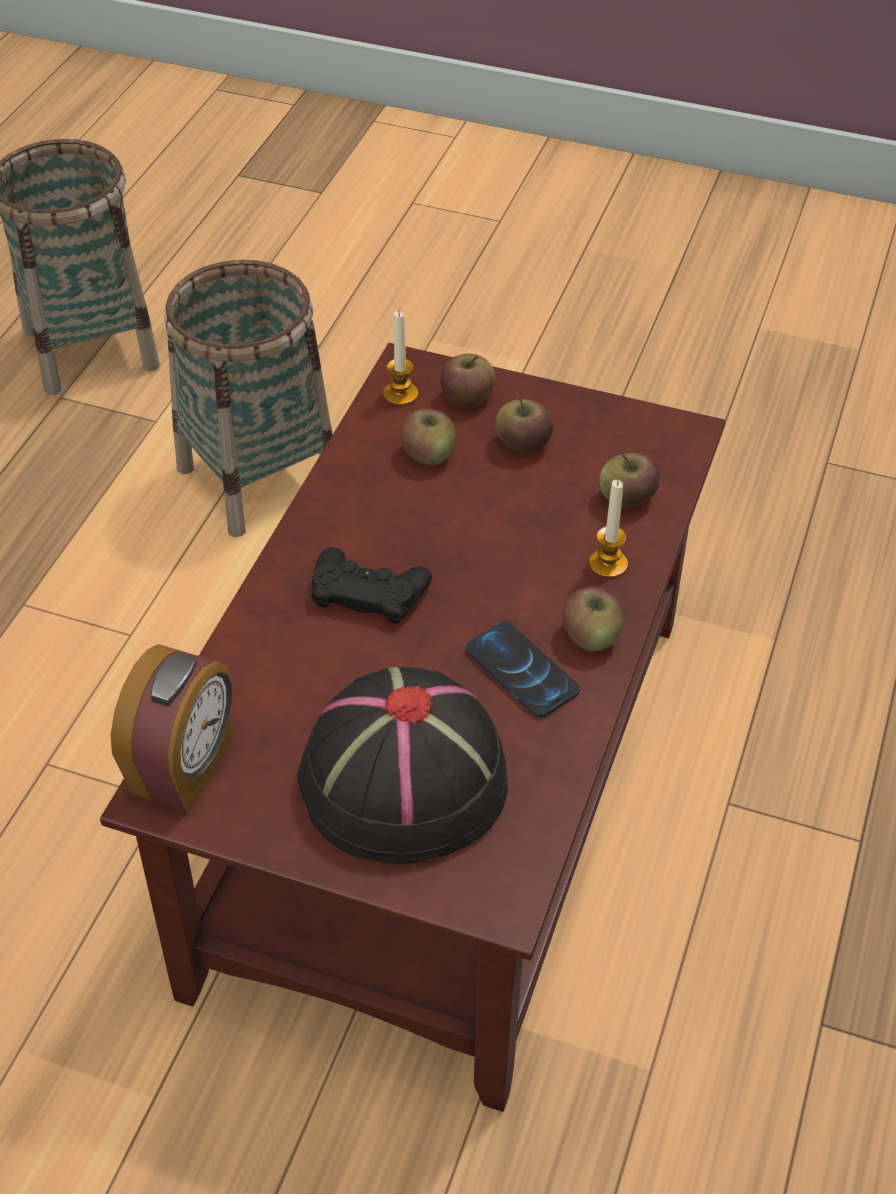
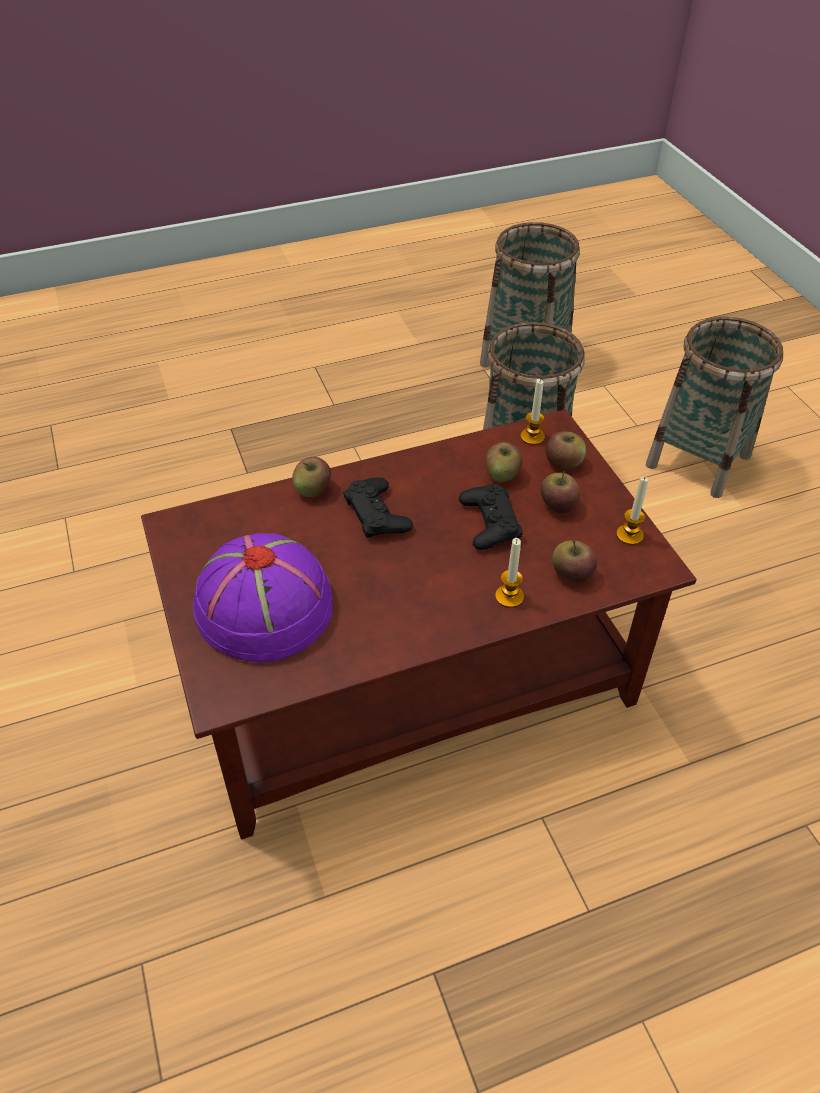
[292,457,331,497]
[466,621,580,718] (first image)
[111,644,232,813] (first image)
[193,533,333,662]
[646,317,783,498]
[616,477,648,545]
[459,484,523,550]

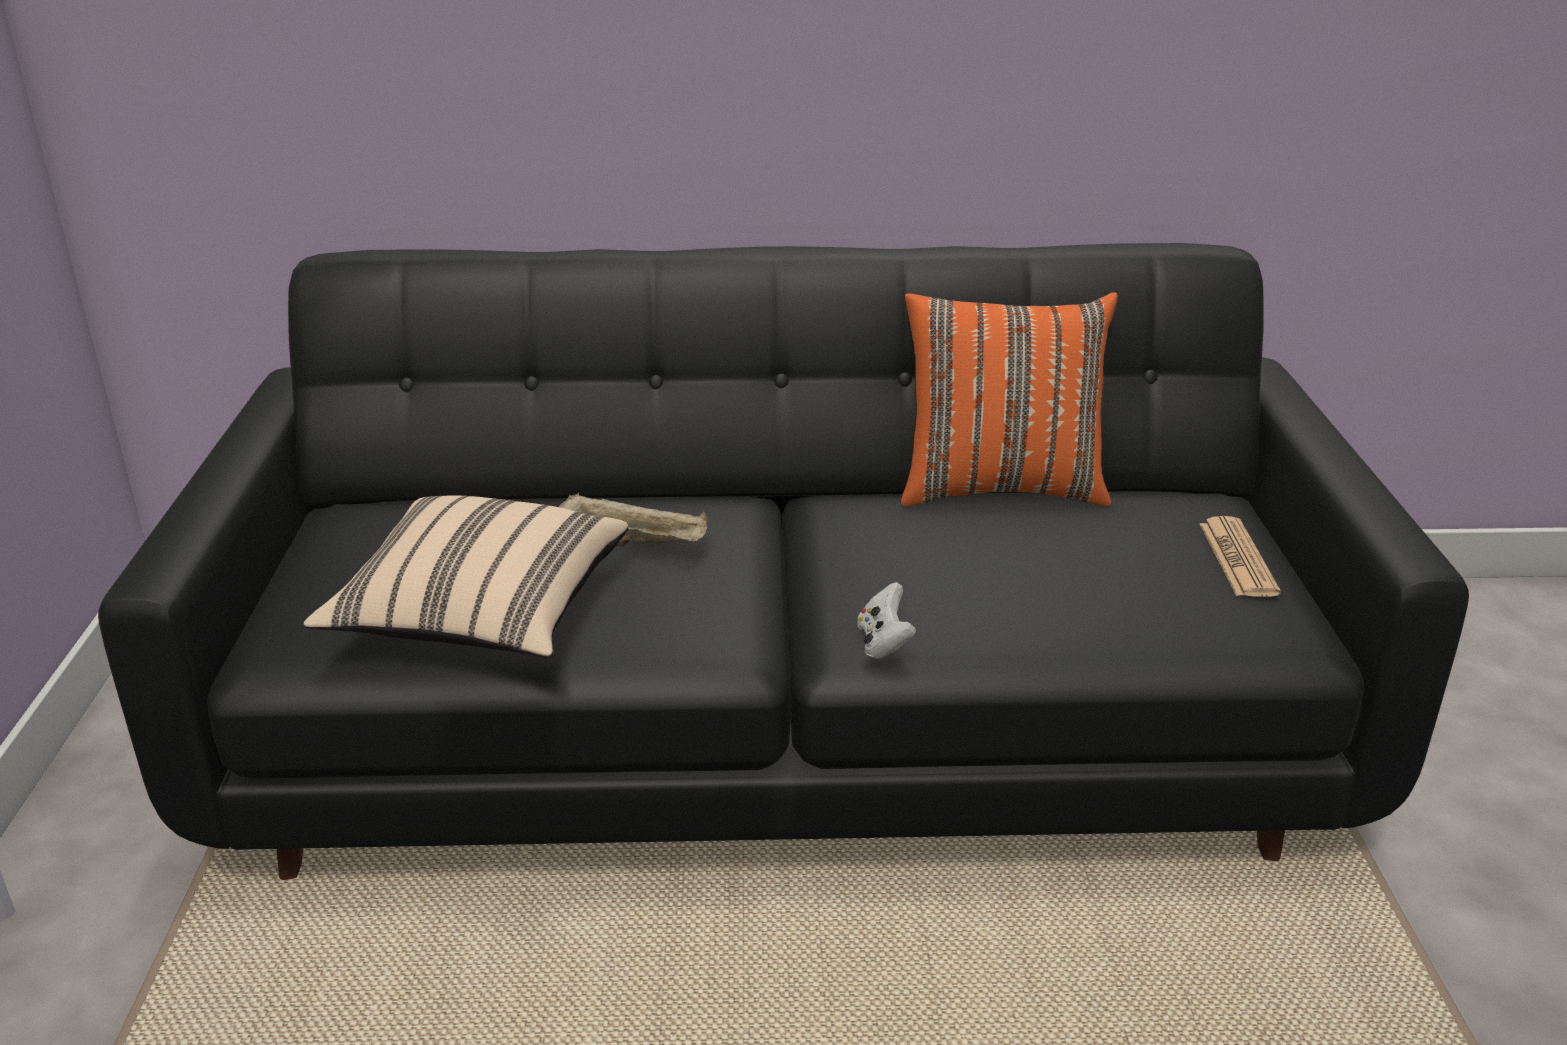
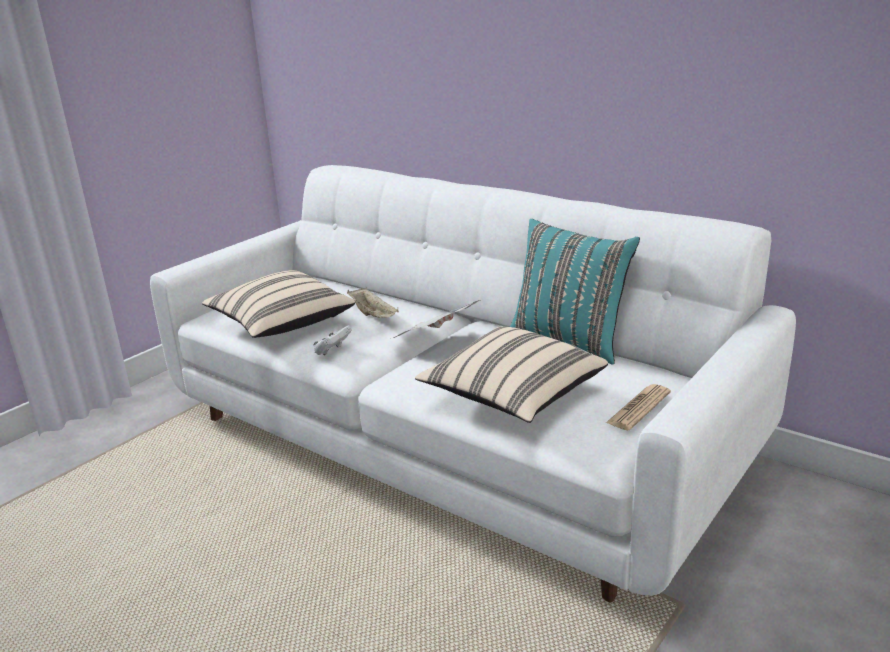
[150,165,796,602]
[510,219,640,365]
[314,325,352,355]
[394,300,481,338]
[415,327,608,423]

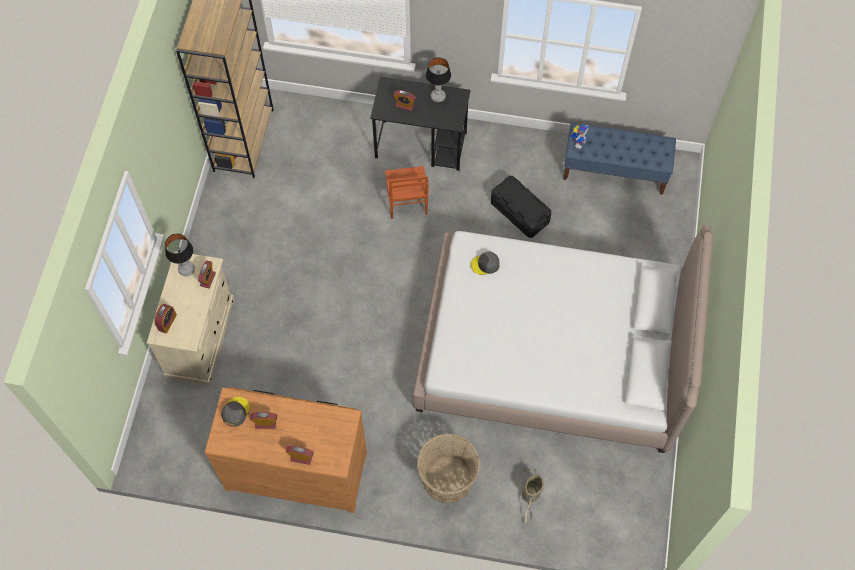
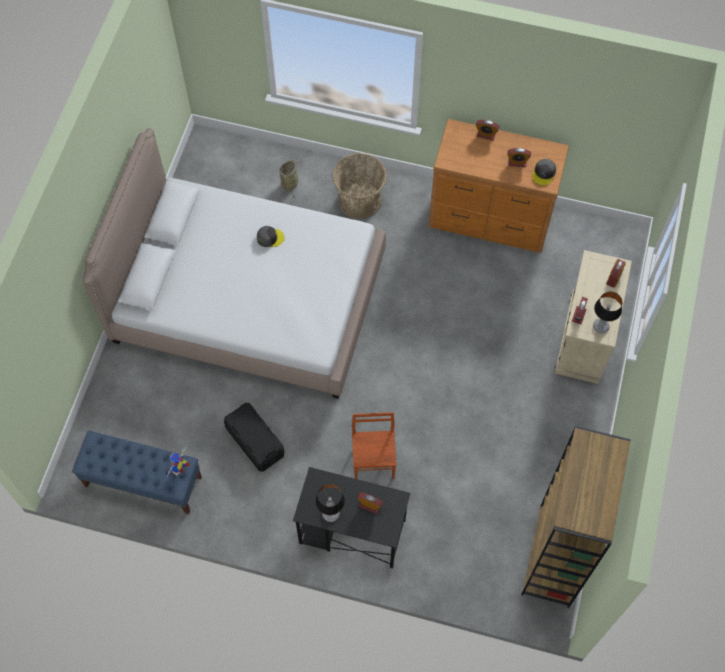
[257,226,284,247]

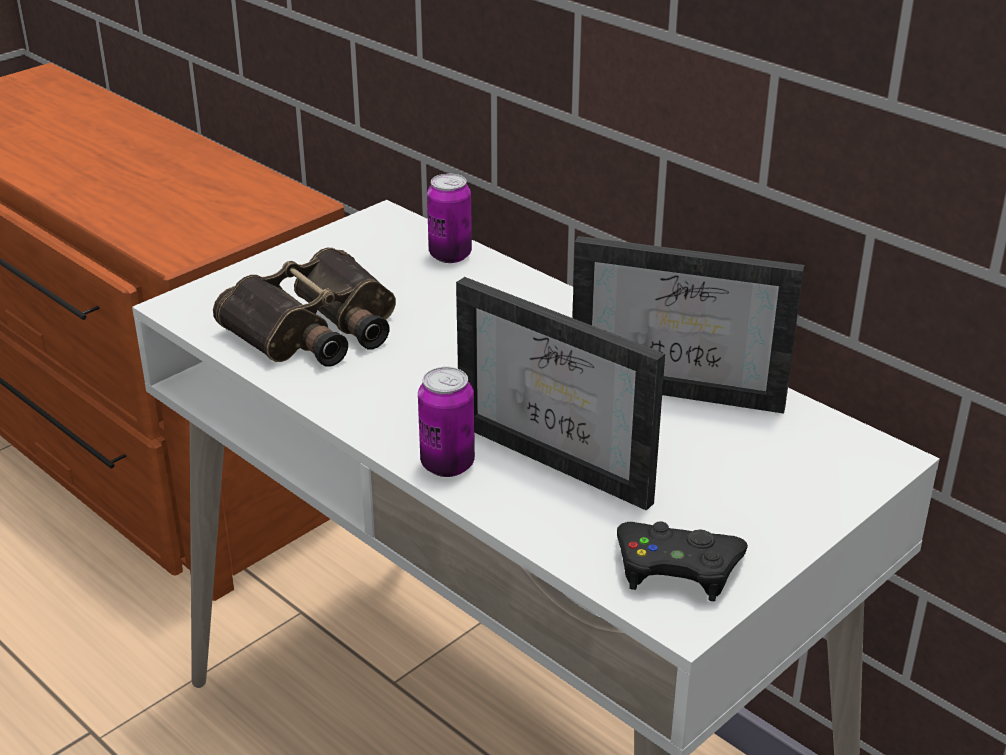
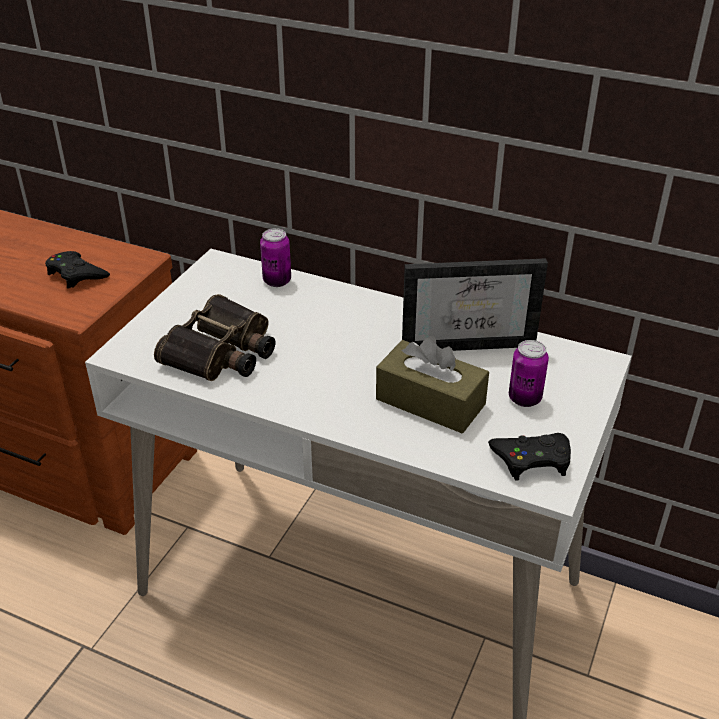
[376,336,489,433]
[509,340,549,407]
[45,251,110,289]

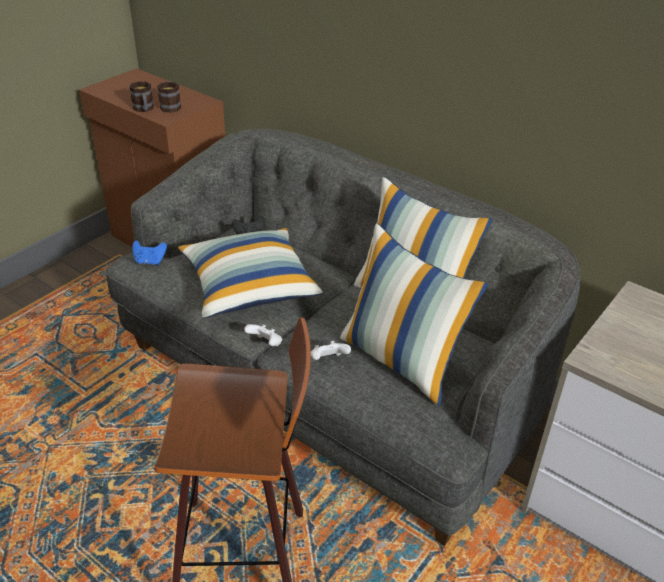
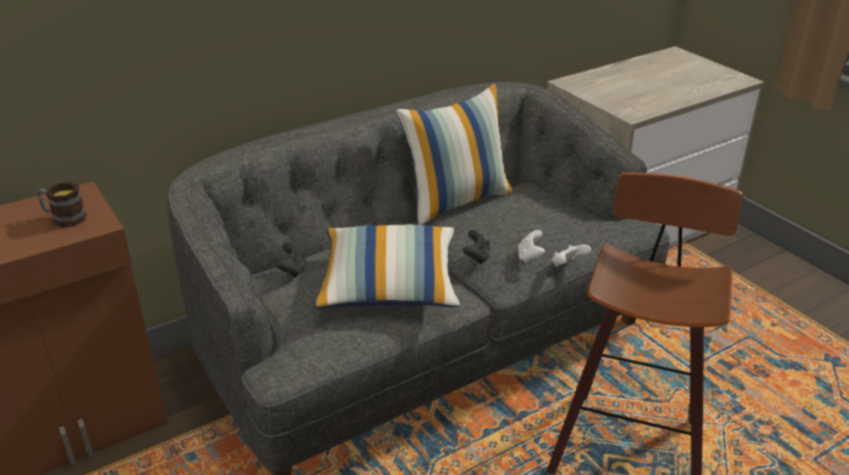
[130,81,154,112] (first image)
[340,223,488,406] (first image)
[132,240,167,265] (first image)
[552,245,591,266]
[463,230,490,264]

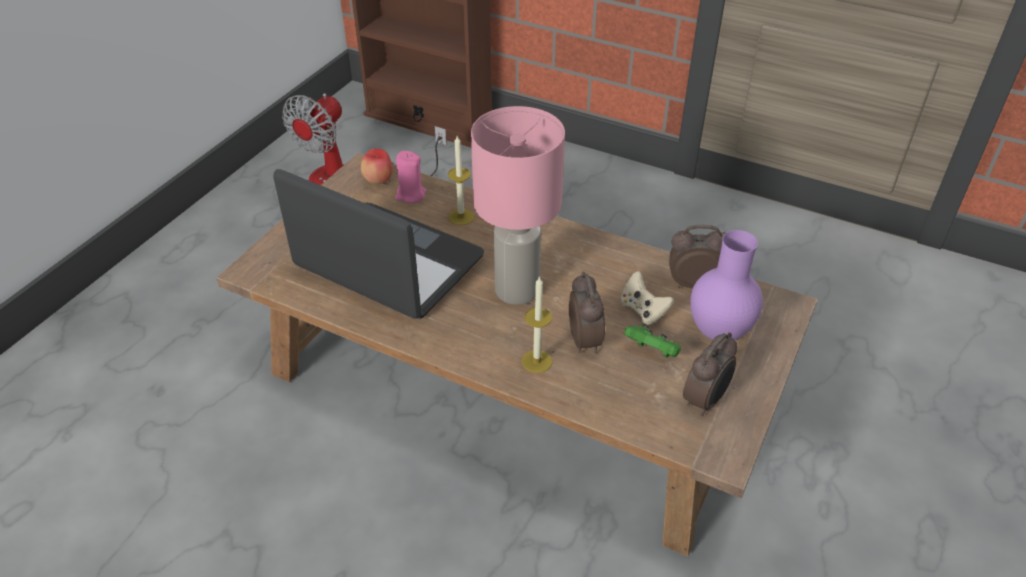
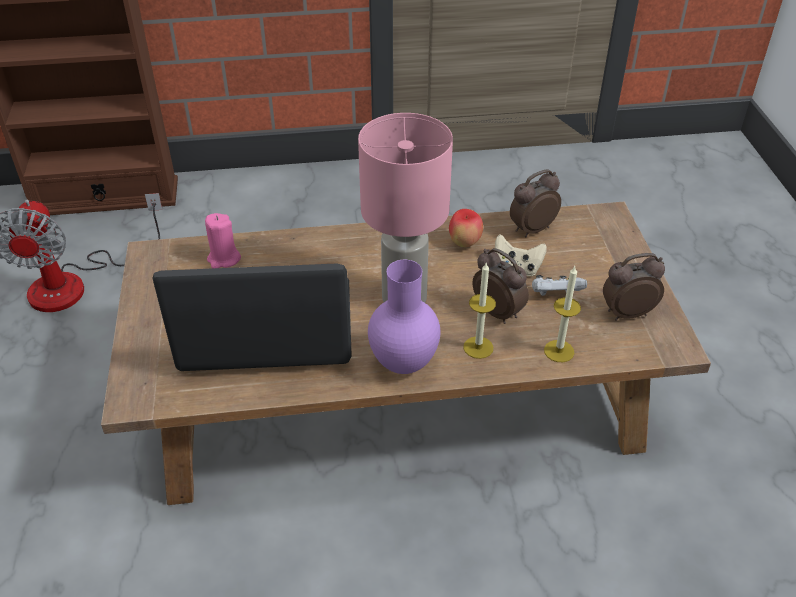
[544,266,581,362]
[449,209,483,247]
[368,260,440,374]
[532,275,587,296]
[603,253,665,321]

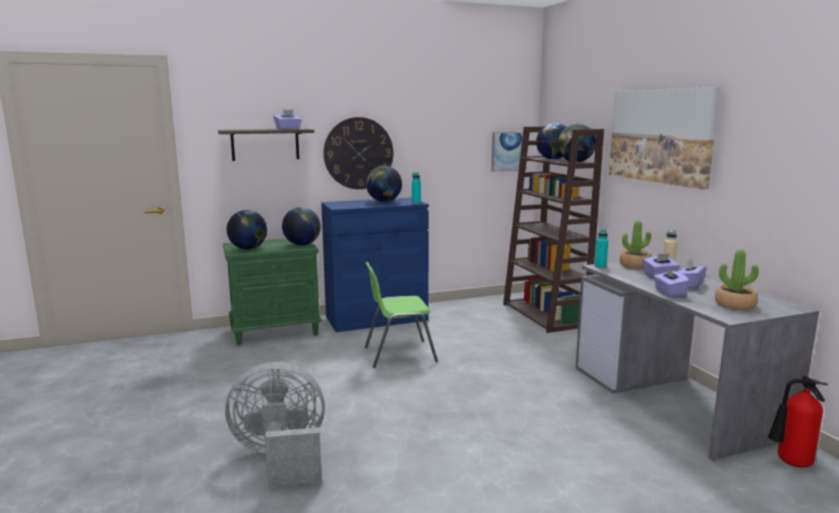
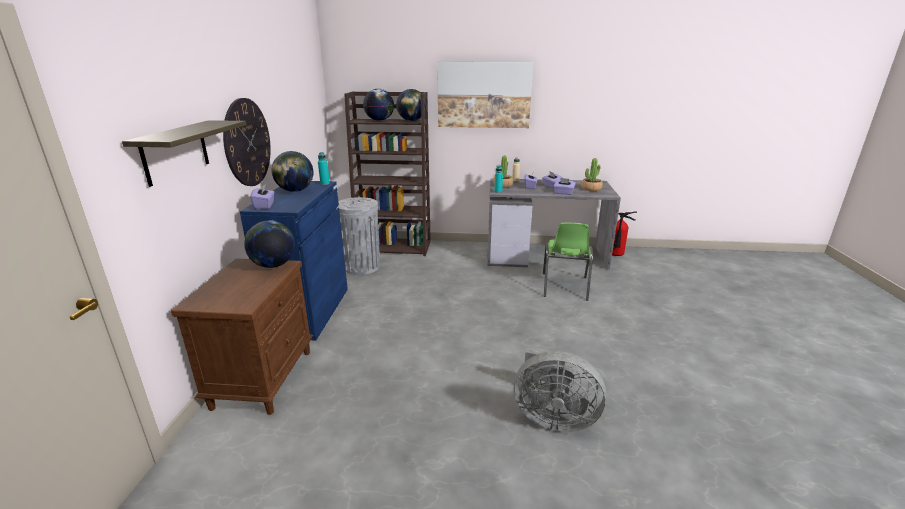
[250,184,274,210]
[491,132,527,172] (first image)
[227,210,267,250] (first image)
[171,258,313,415]
[543,223,593,301]
[514,348,607,432]
[336,197,380,275]

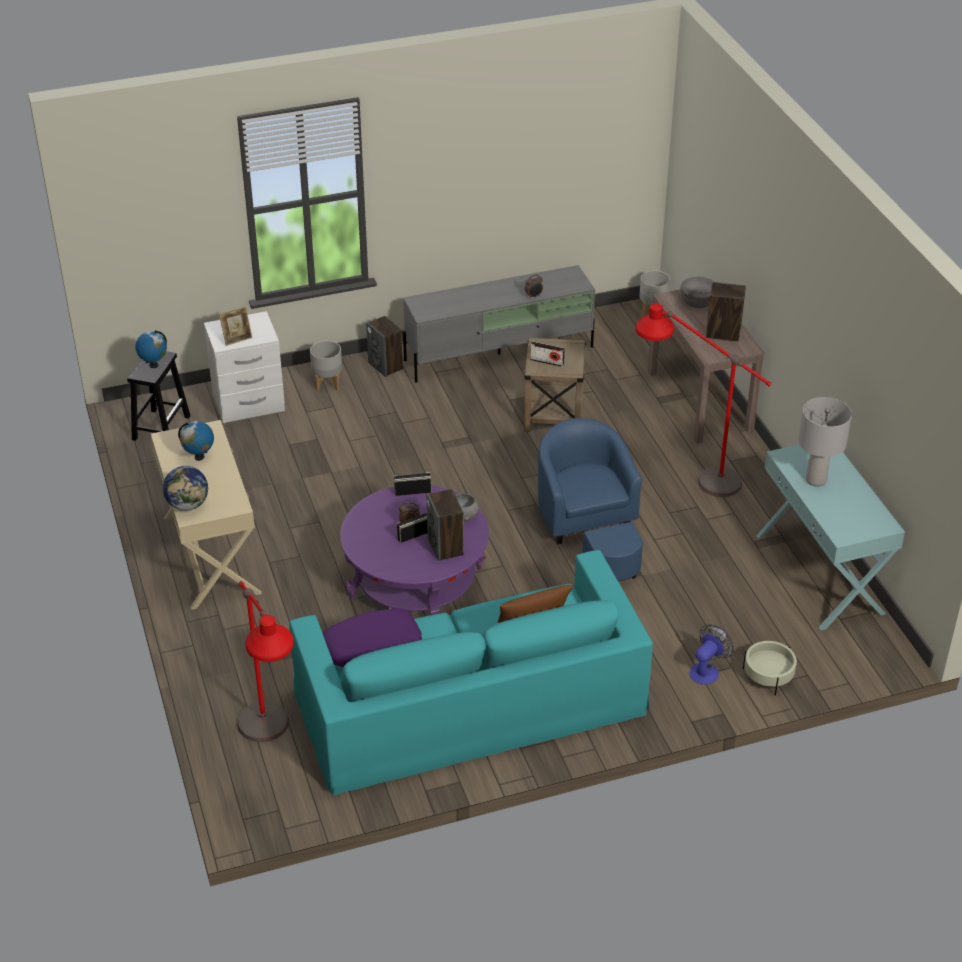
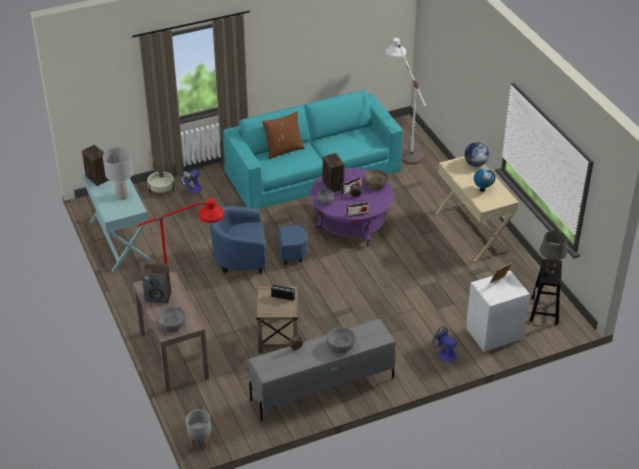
[82,144,110,186]
[539,231,567,275]
[432,326,457,362]
[209,206,307,273]
[385,38,426,165]
[323,608,422,667] (first image)
[364,169,388,190]
[327,327,355,353]

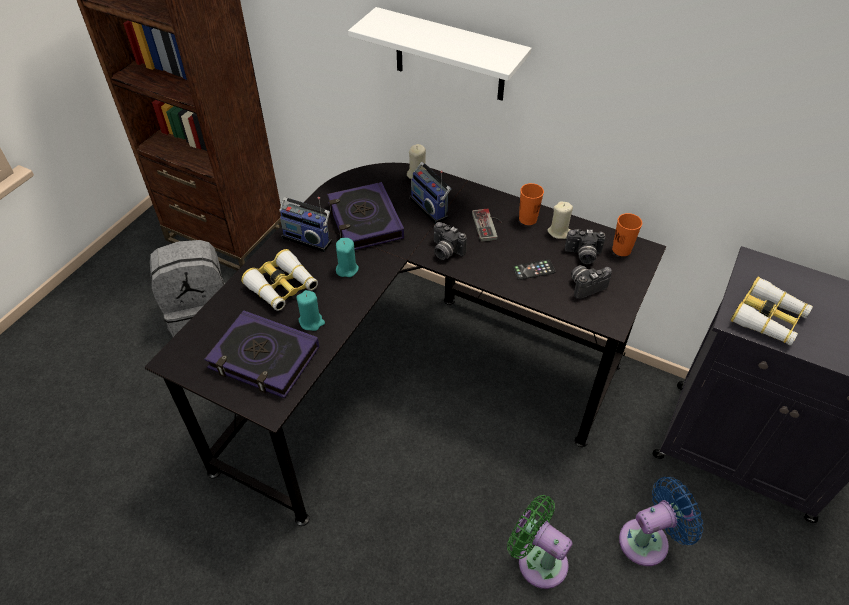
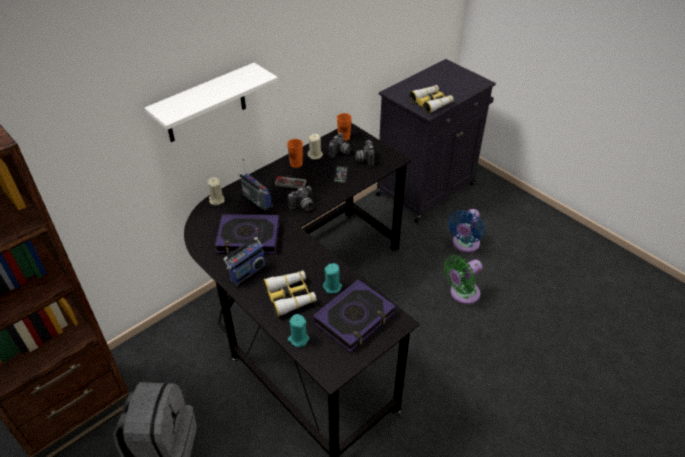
[238,159,273,212]
[288,314,310,347]
[448,209,485,253]

